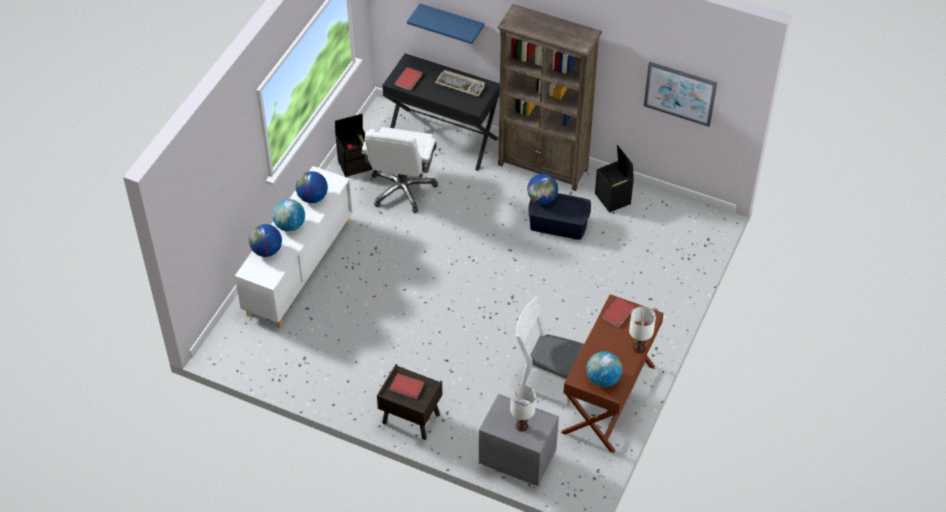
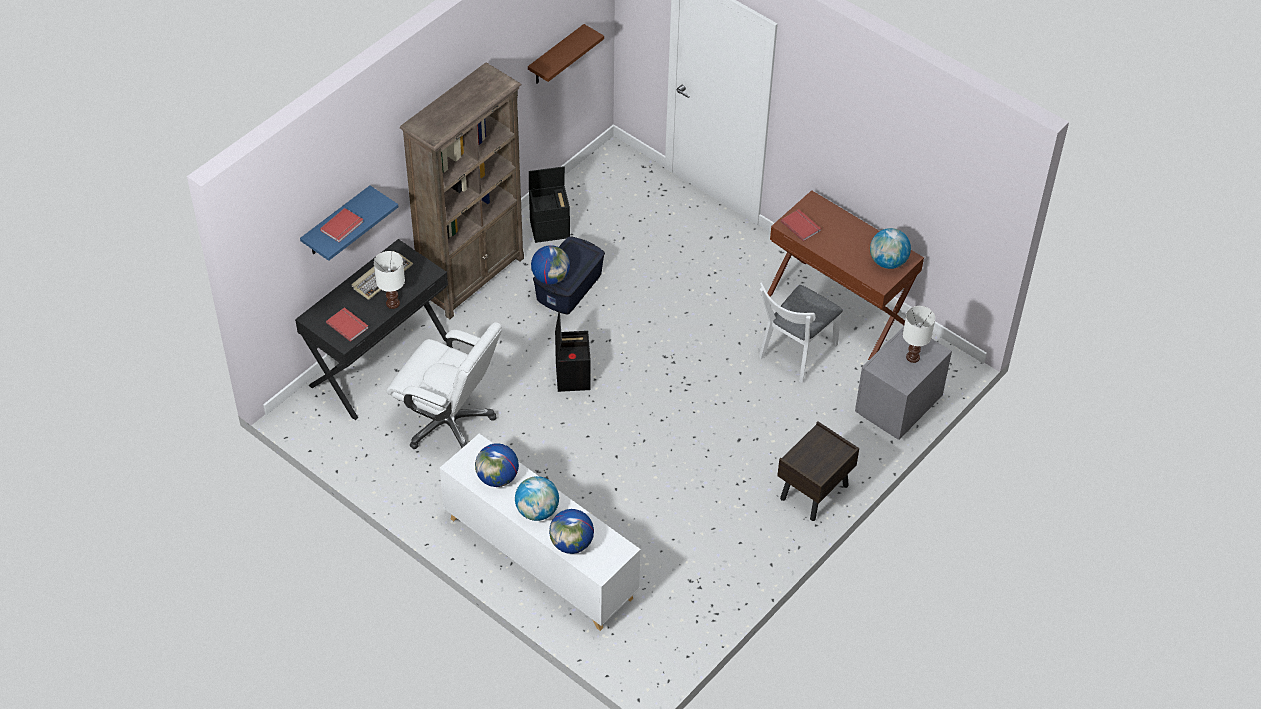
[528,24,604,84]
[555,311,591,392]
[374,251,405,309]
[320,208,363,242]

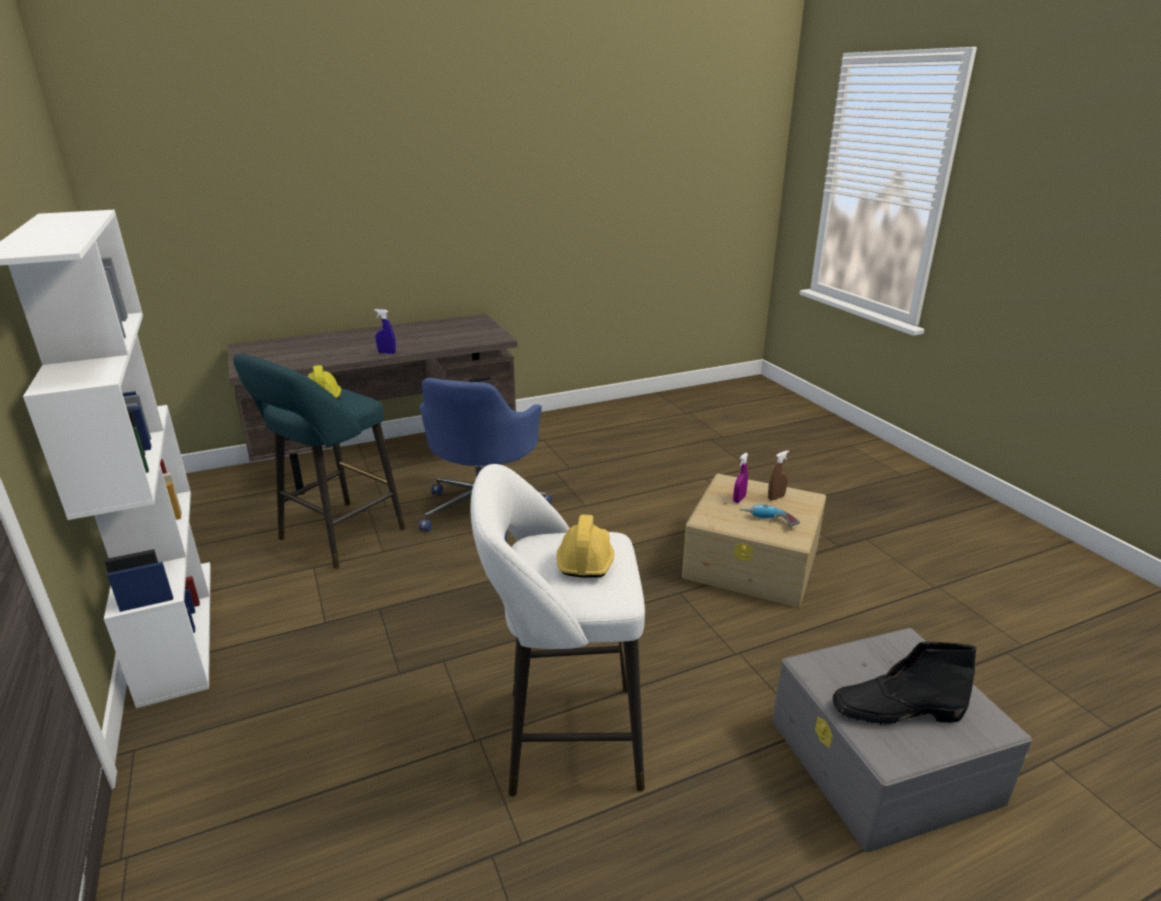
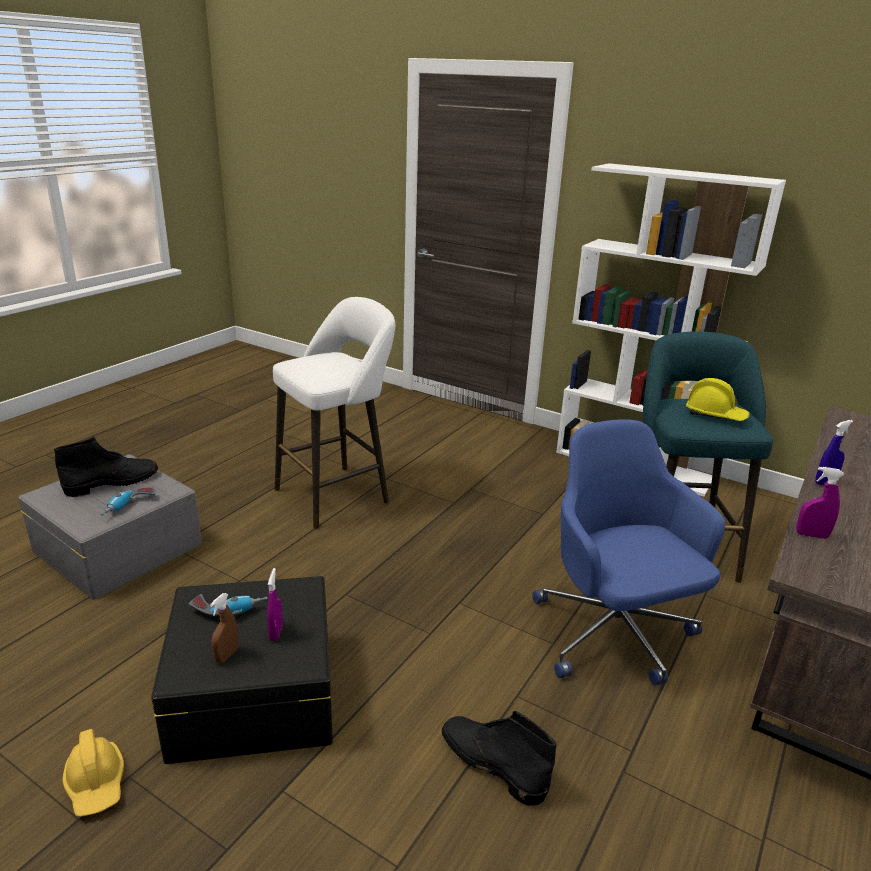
[151,576,333,764]
[63,729,124,817]
[796,467,844,539]
[101,487,155,516]
[442,711,556,806]

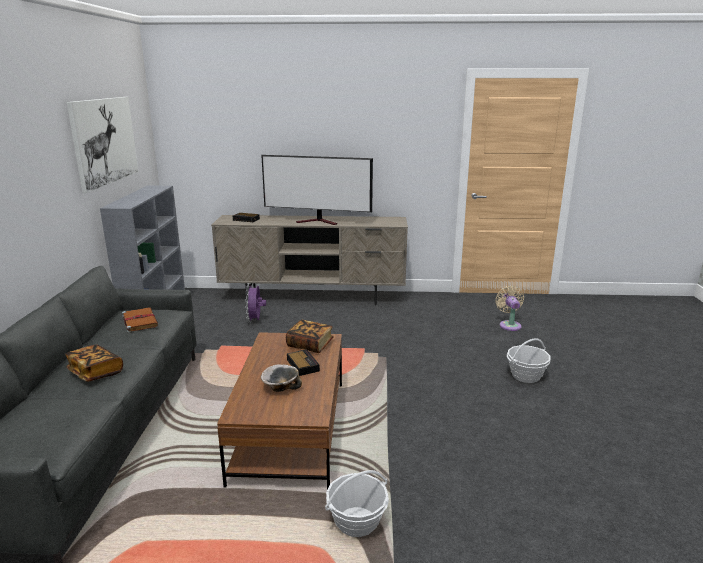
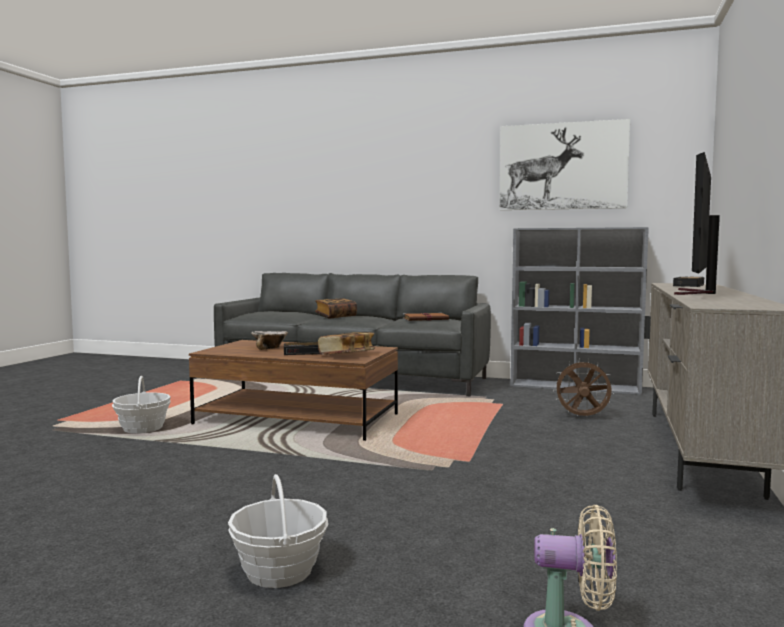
[553,358,614,416]

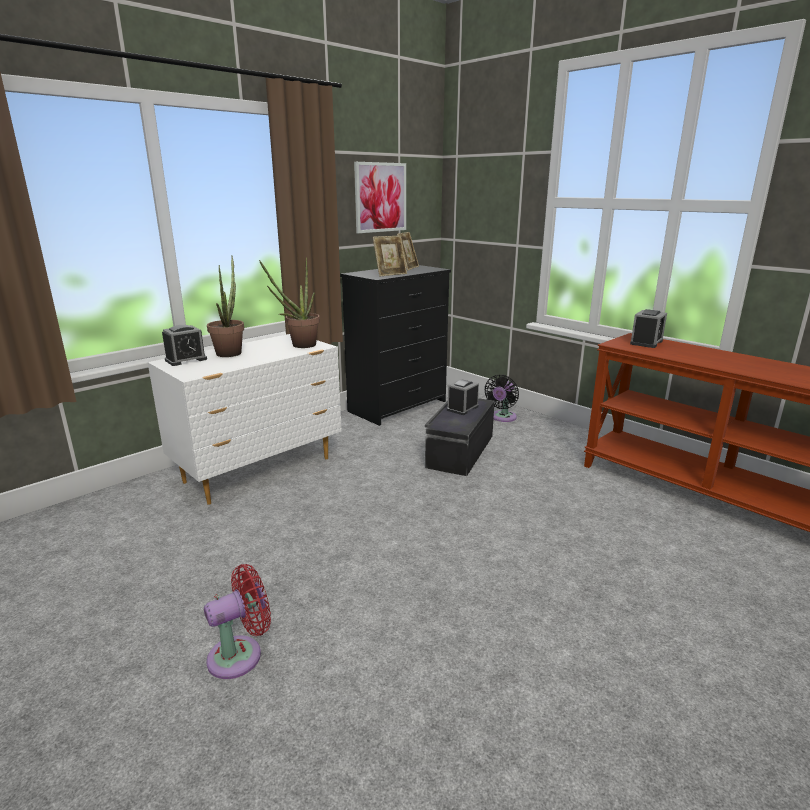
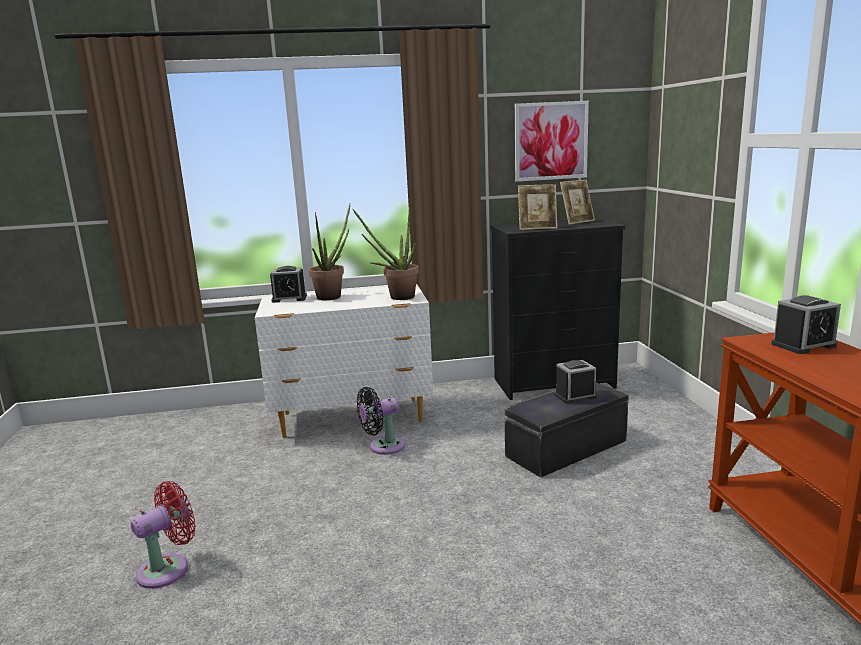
[357,387,405,455]
[130,481,196,589]

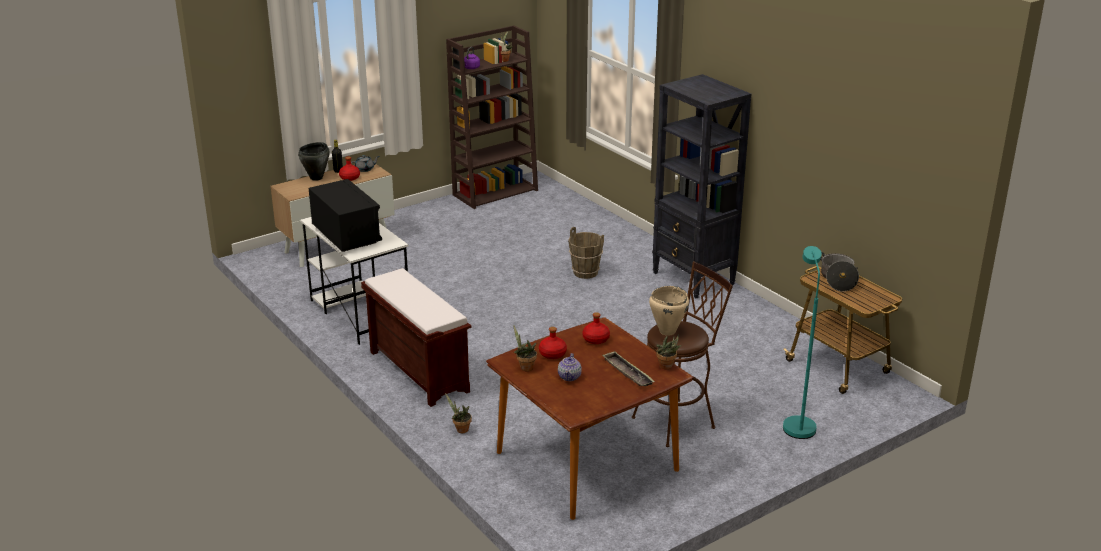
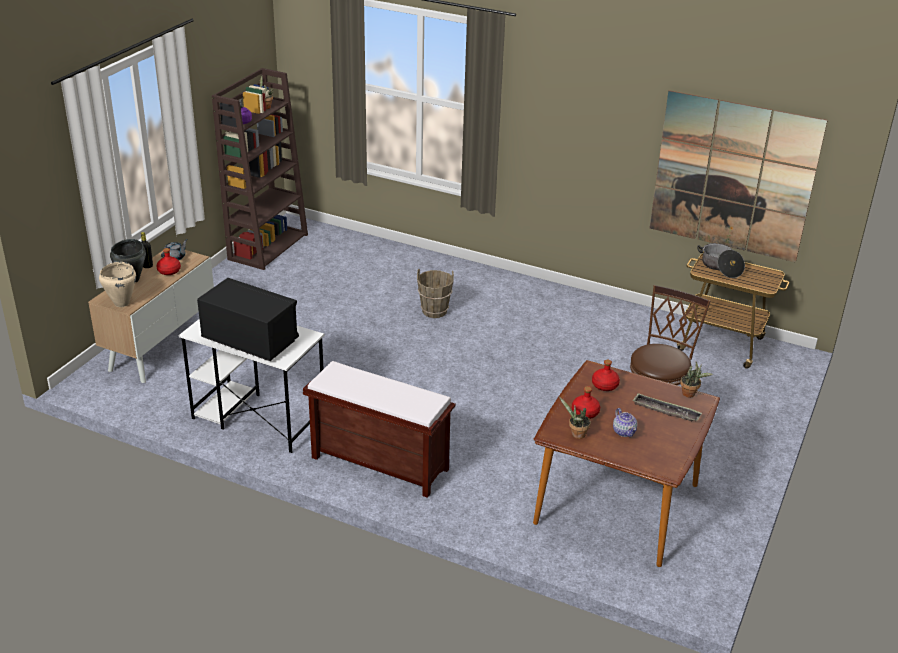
[652,74,751,298] (first image)
[783,246,822,439] (first image)
[99,262,136,307]
[445,393,472,433] (first image)
[650,90,828,262]

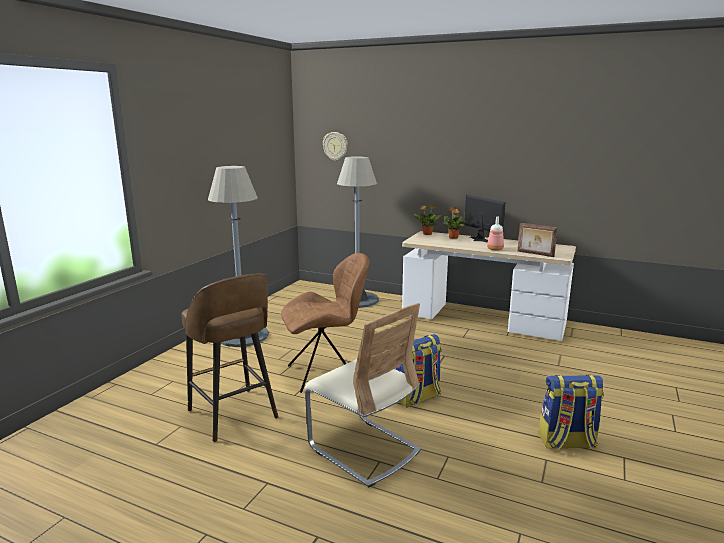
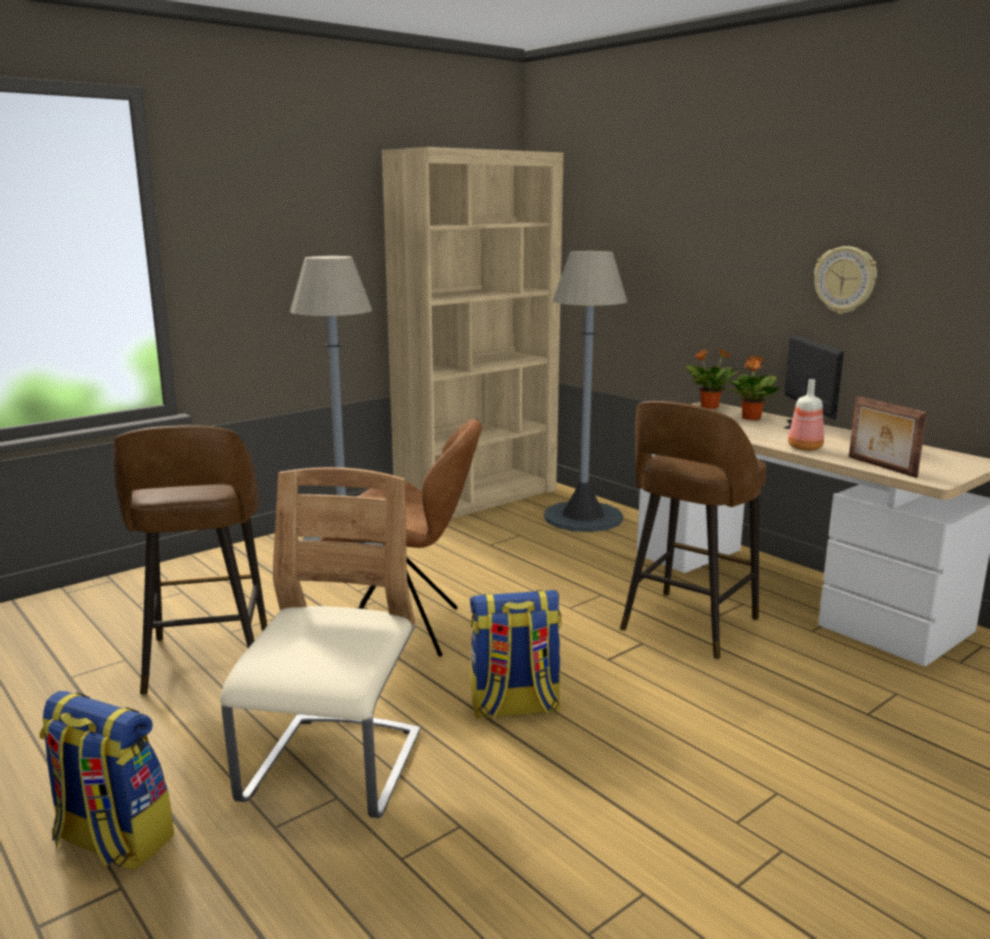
[814,246,877,314]
[220,467,421,818]
[39,691,174,870]
[382,147,563,519]
[620,401,767,660]

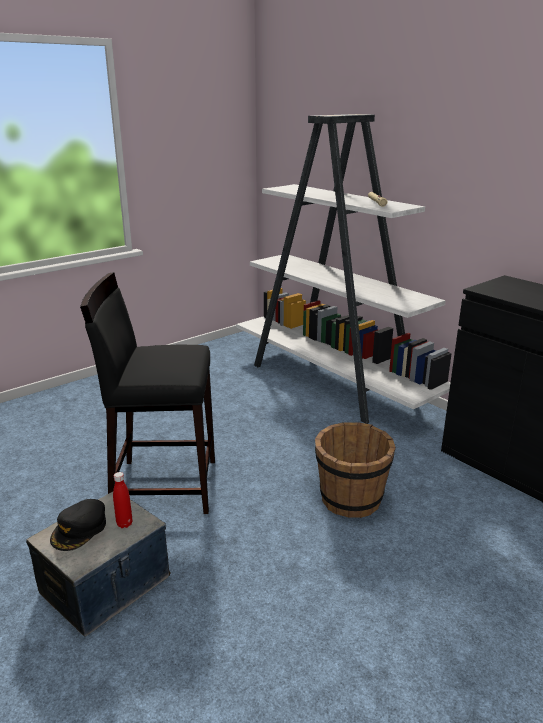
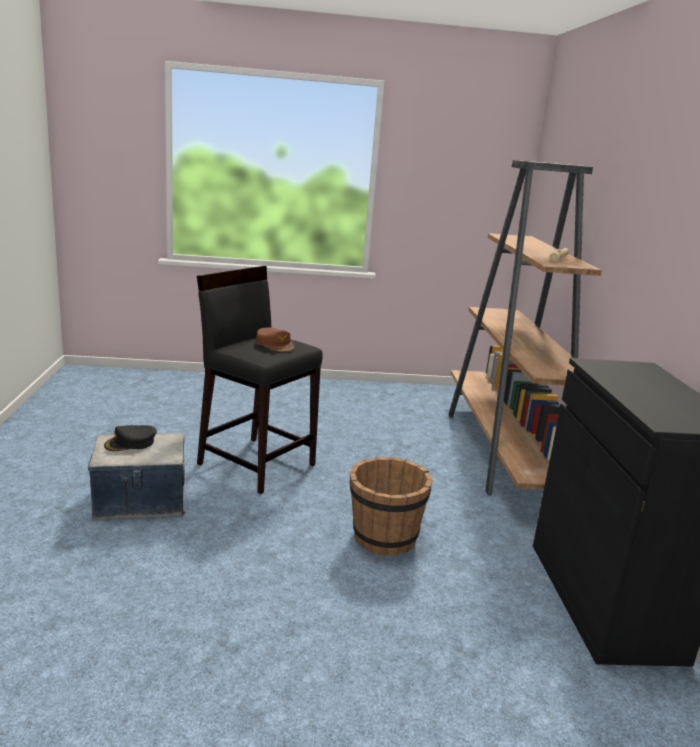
[448,160,602,496]
[113,472,133,528] (first image)
[256,328,295,352]

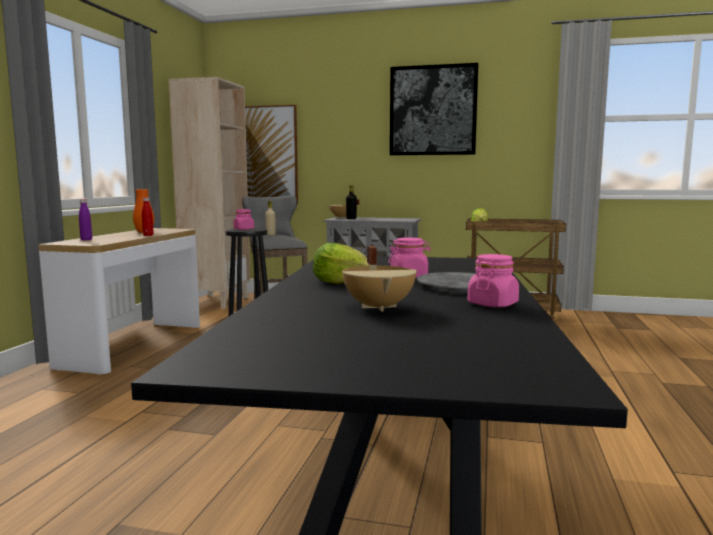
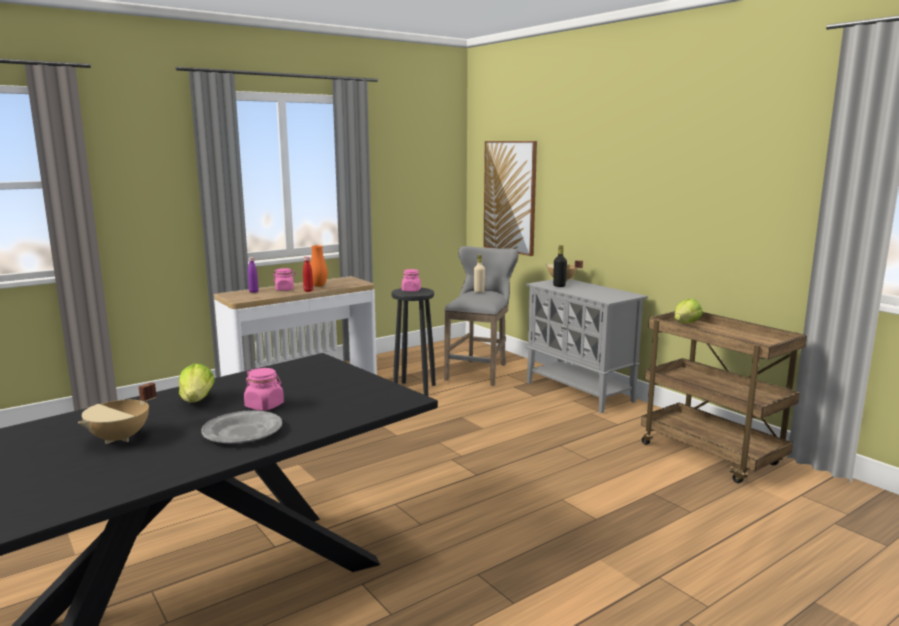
[390,63,478,155] (first image)
[169,77,250,309] (first image)
[273,268,296,291]

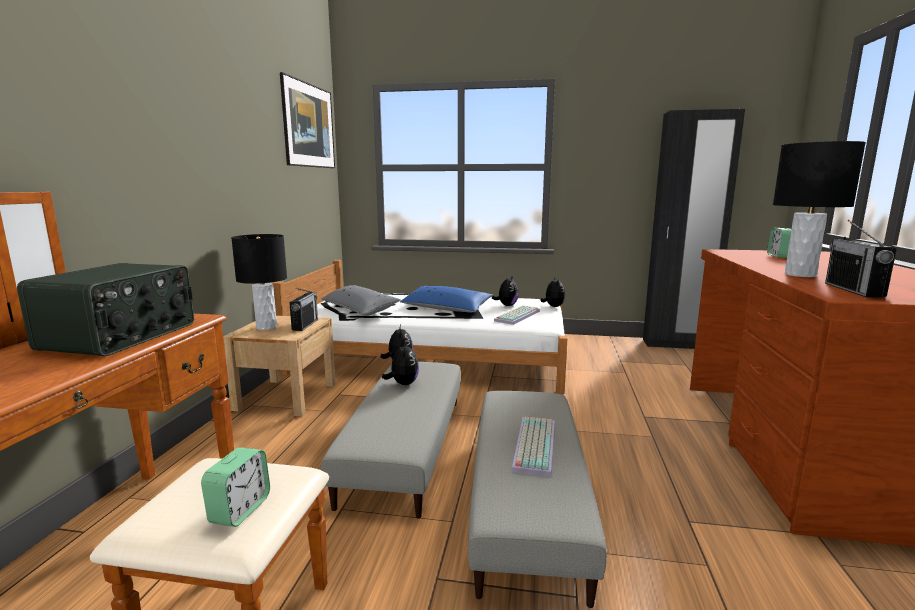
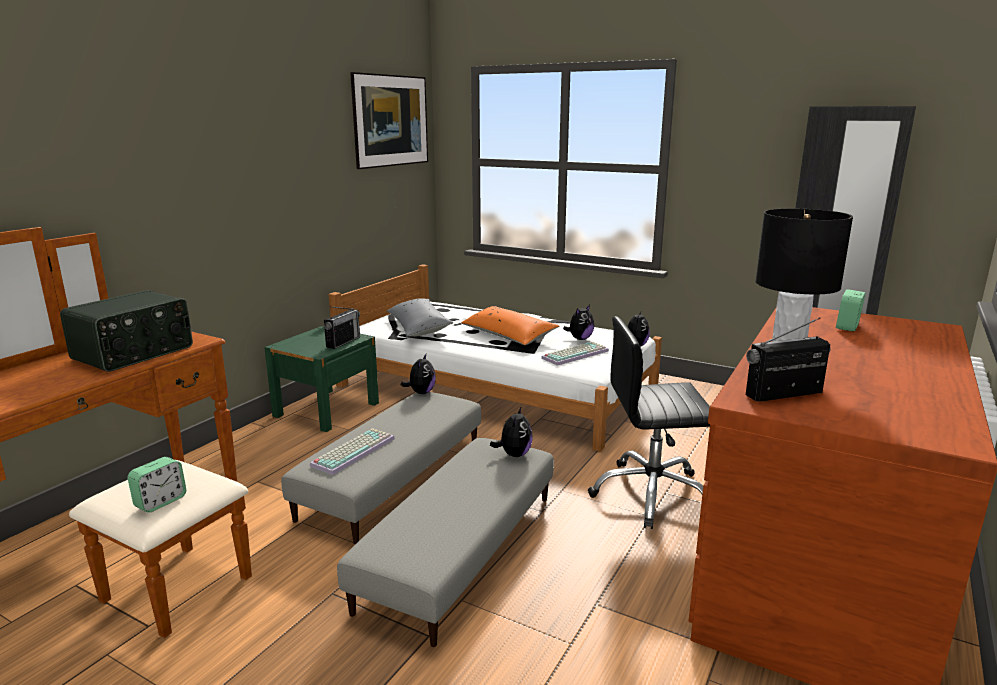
[746,317,831,402]
[231,234,287,330] (first image)
[461,306,559,345]
[264,326,379,432]
[490,406,533,457]
[310,428,395,475]
[588,316,710,529]

